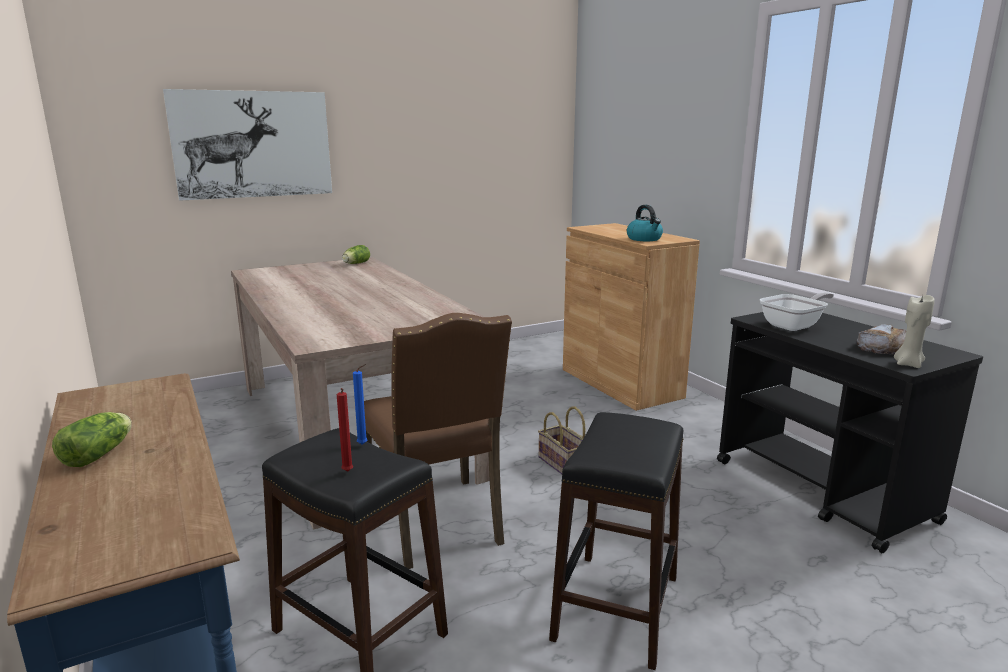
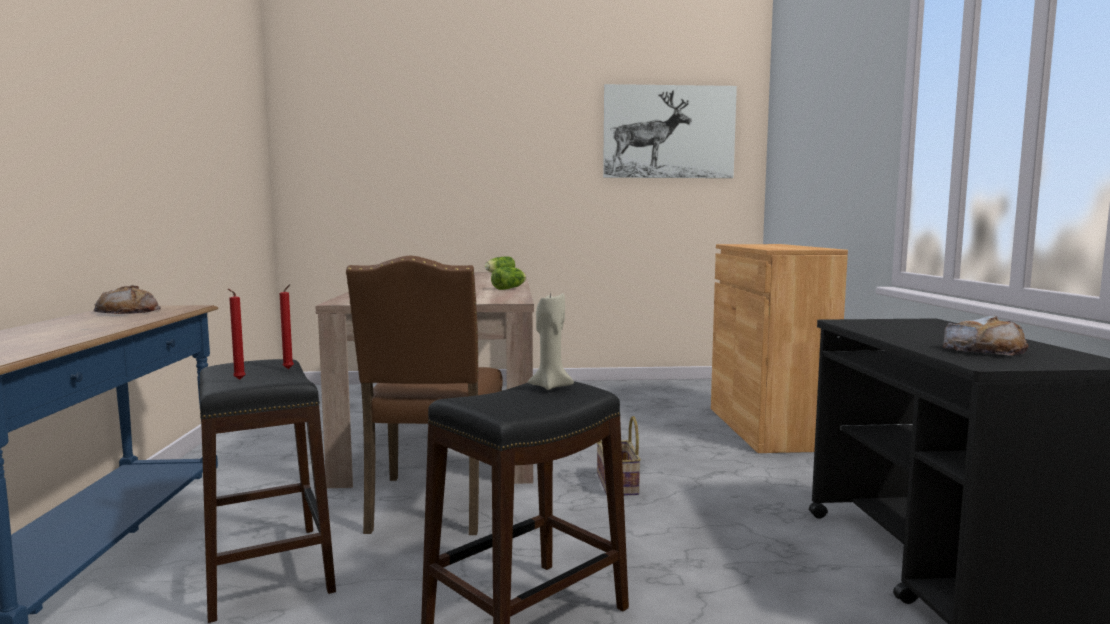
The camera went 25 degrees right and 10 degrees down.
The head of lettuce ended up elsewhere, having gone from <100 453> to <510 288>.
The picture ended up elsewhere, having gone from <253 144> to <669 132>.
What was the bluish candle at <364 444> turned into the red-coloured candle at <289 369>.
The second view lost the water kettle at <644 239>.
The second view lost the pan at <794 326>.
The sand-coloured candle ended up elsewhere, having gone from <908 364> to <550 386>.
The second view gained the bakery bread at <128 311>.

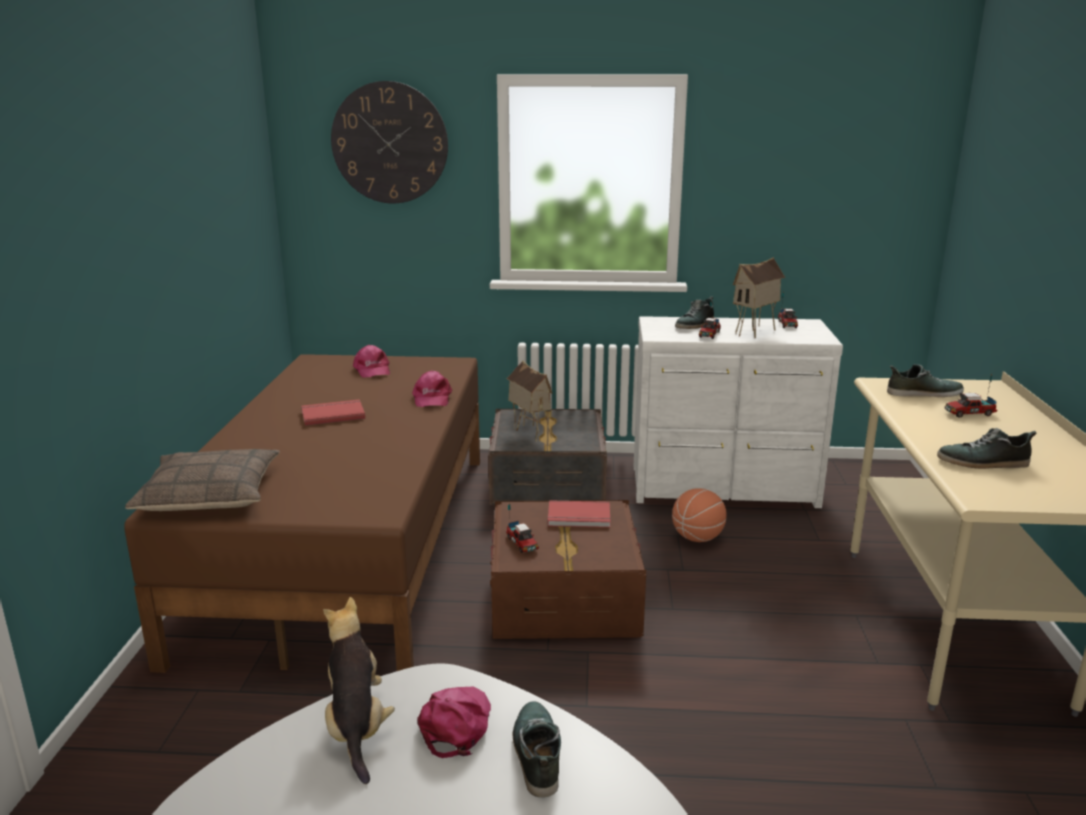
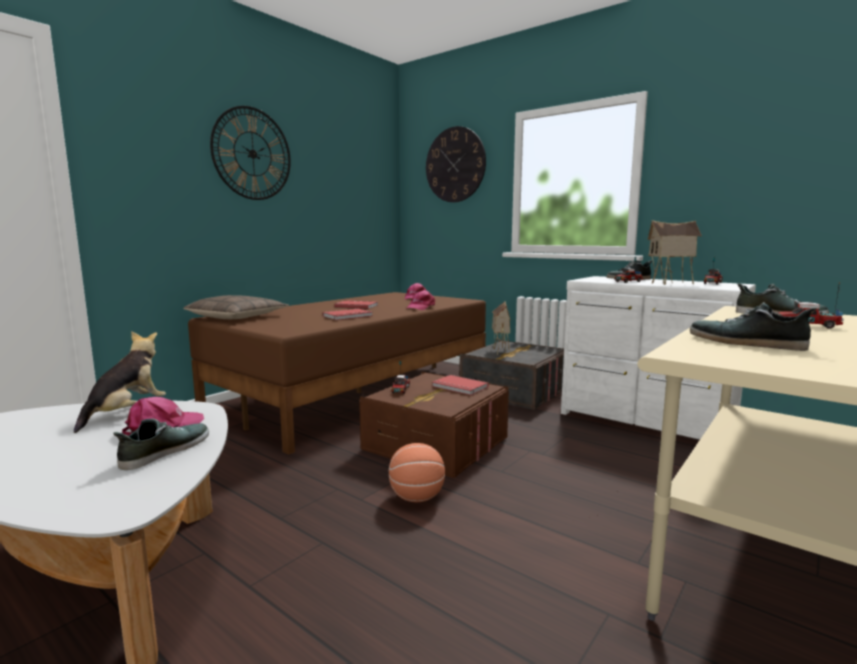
The camera went 35 degrees right and 10 degrees down.
The basketball ball ended up elsewhere, having gone from <697 538> to <416 497>.
The second view gained the wall clock at <252 154>.
The second view gained the red-coloured bound book at <348 316>.

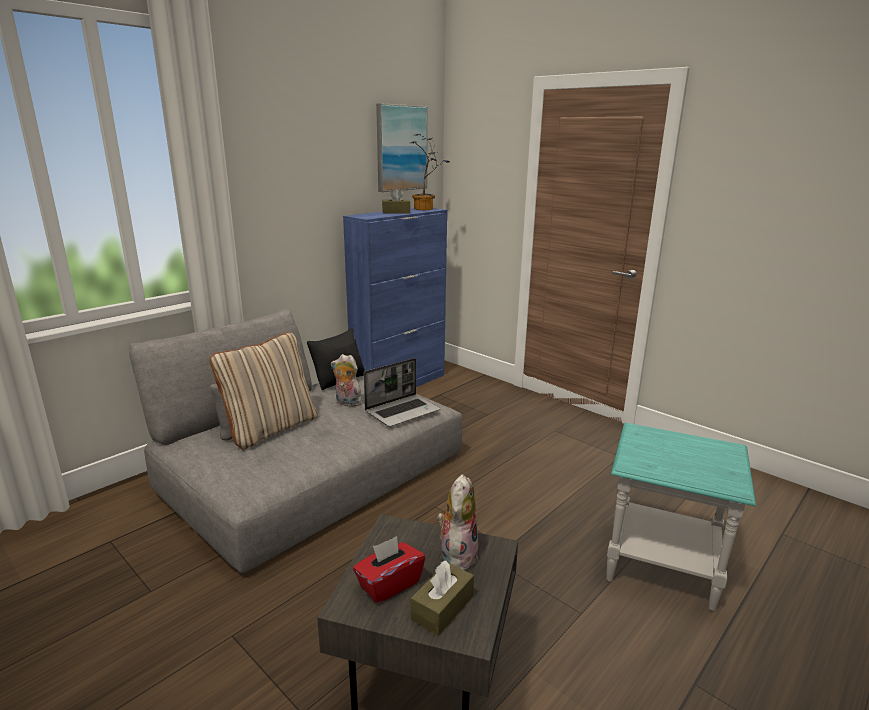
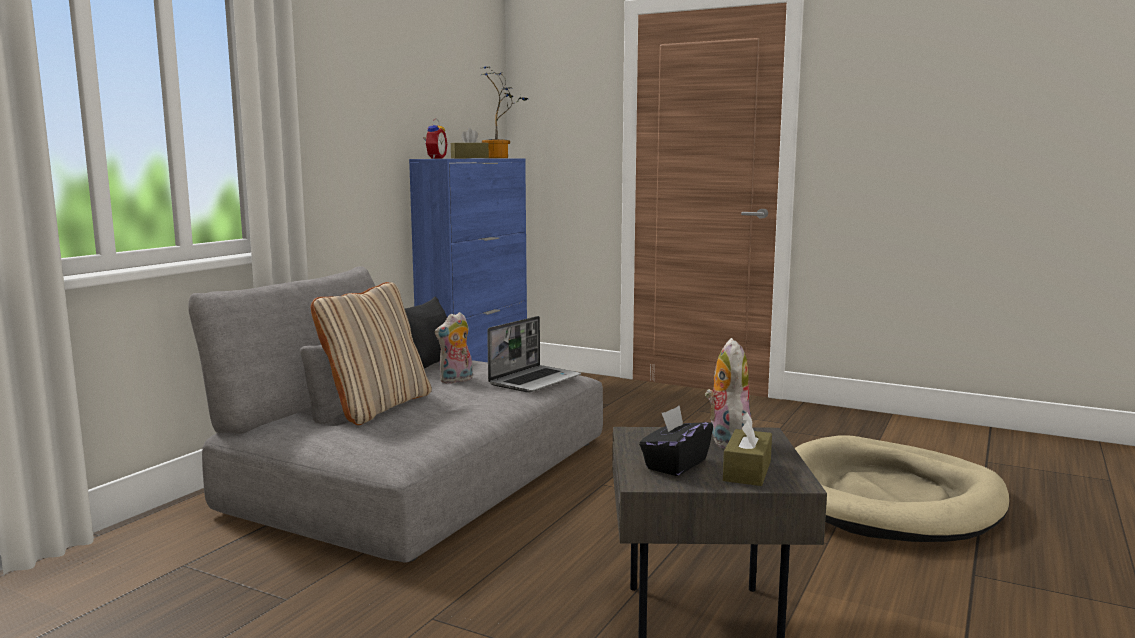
The camera went 15 degrees left and 10 degrees down.
The cuddly toy at <347 403> ended up facing another way, 45 degrees counterclockwise from before.
What was the red-coloured tissue holder at <389 584> turned into the black tissue holder at <675 464>.
The second view lost the picture at <401 148>.
Where the blue-green end table stood at <663 566>, the sand-coloured dog cushion came to stand at <886 499>.
The second view gained the bedside clock at <435 158>.

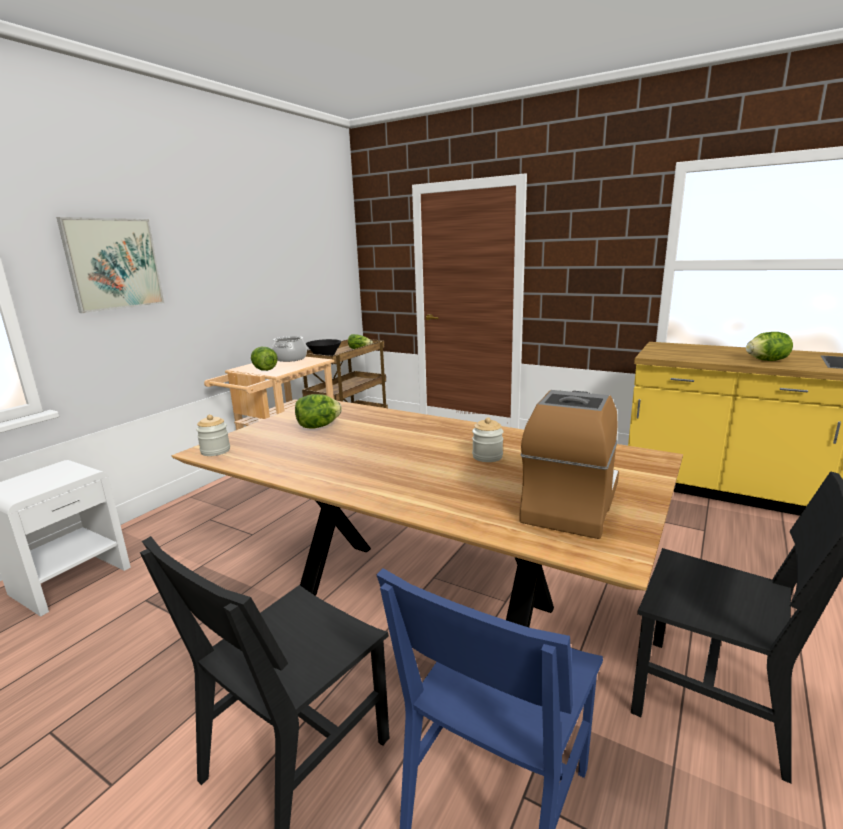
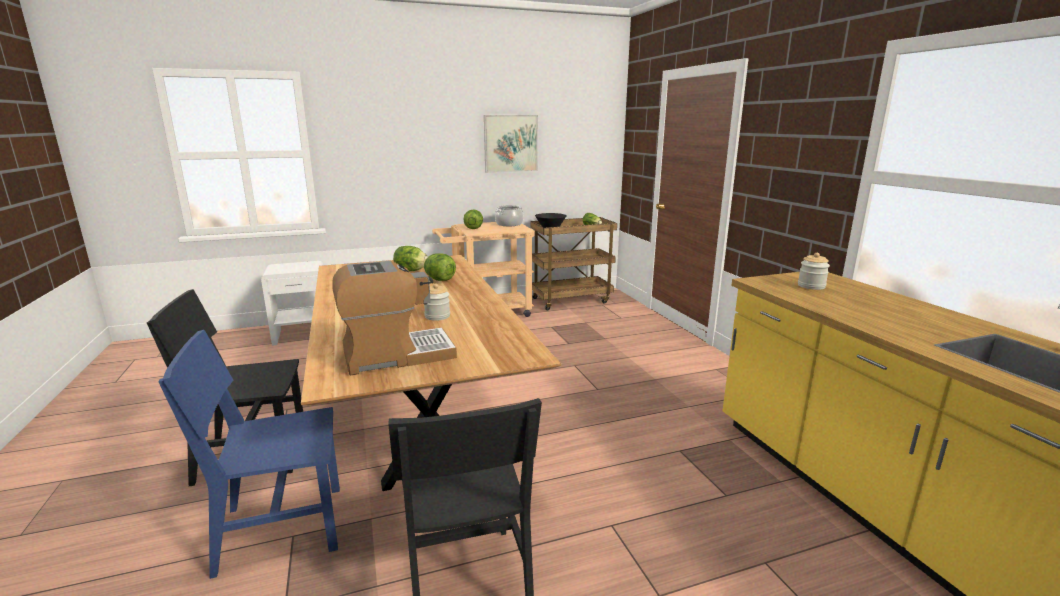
The camera went 40 degrees right and 0 degrees up.
The picture ended up elsewhere, having gone from <114 264> to <511 143>.
The jar ended up elsewhere, having gone from <215 451> to <811 286>.
The head of lettuce ended up elsewhere, having gone from <766 360> to <439 279>.

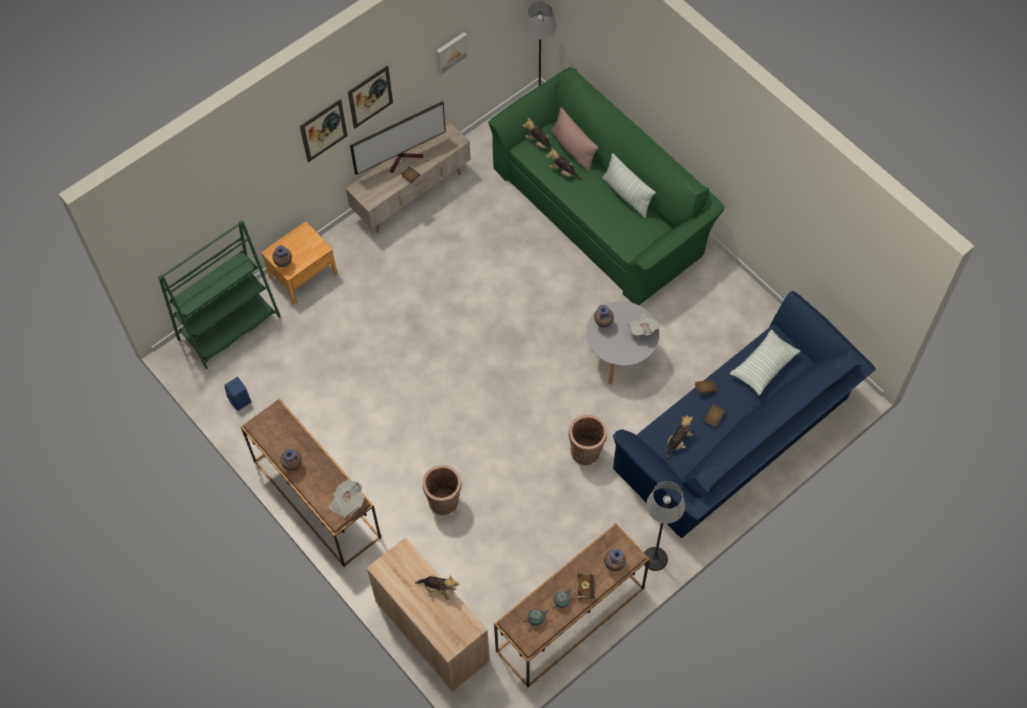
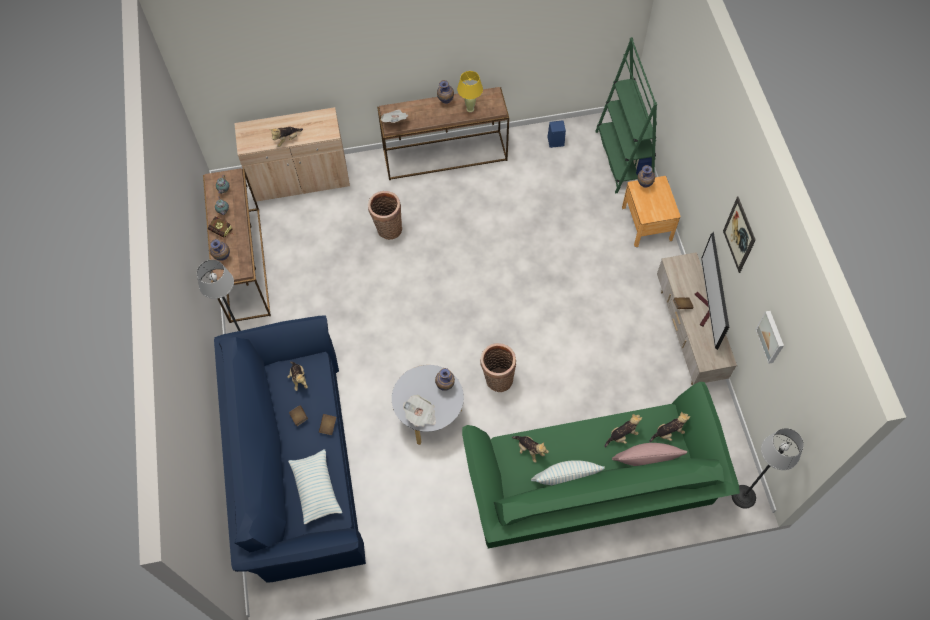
The camera went 120 degrees right and 0 degrees up.
The second view lost the picture at <323 130>.
The basket ended up elsewhere, having gone from <586 453> to <497 379>.
The second view gained the yellow-coloured lamp for a table at <470 109>.
The second view gained the cuddly toy at <529 450>.

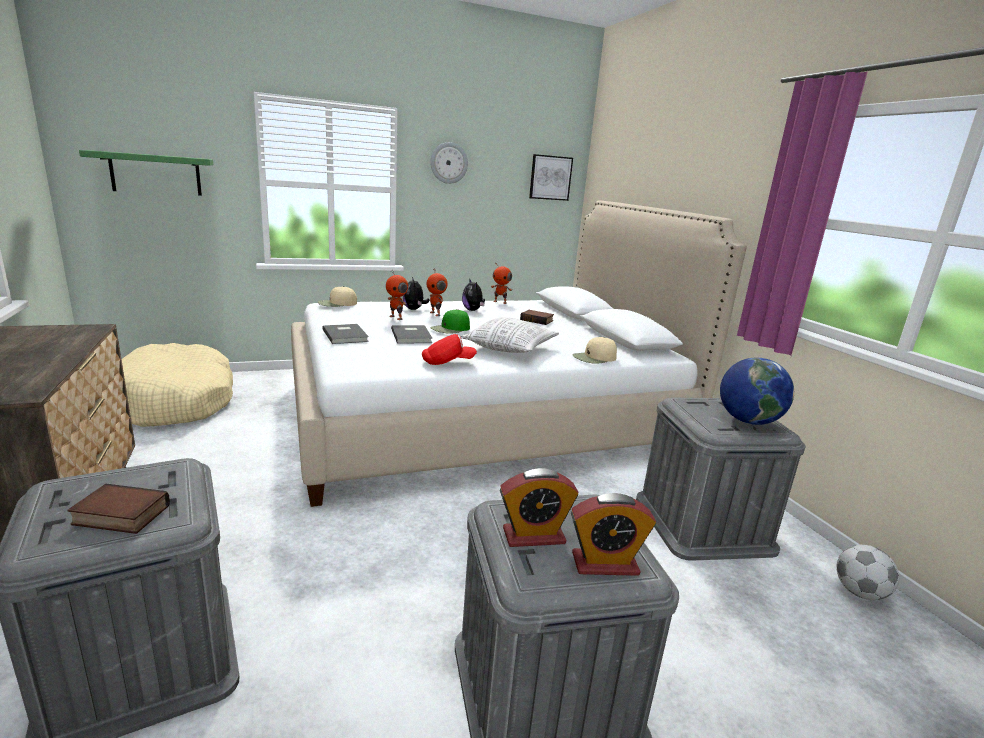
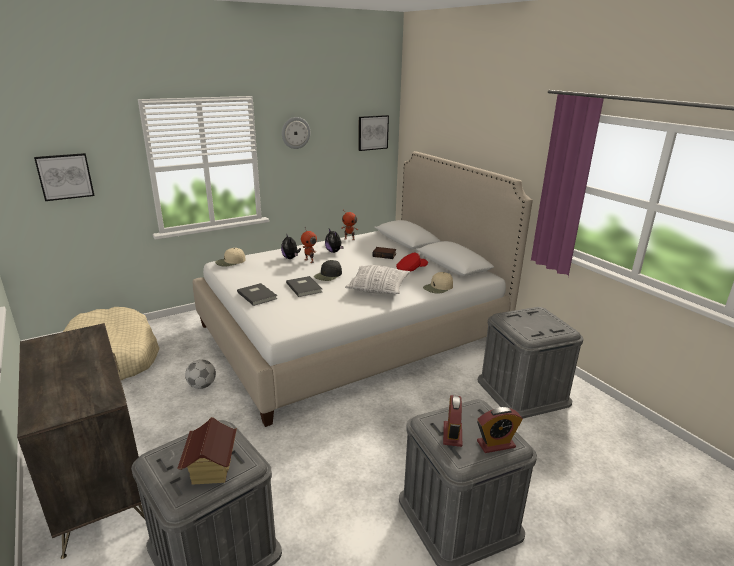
The camera went 10 degrees left and 5 degrees up.
Where the bound book stood at <119 516>, the miniature house came to stand at <211 469>.
Where the green-coloured shelf hung at <156 174>, the picture came to hang at <65 176>.
The second view lost the model robot at <396 317>.
The red-coloured baseball cap ended up elsewhere, having gone from <447 362> to <411 270>.
What was the green-coloured baseball cap at <450 329> turned into the black baseball cap at <328 275>.
The bedside clock at <533 536> ended up facing another way, 120 degrees clockwise from before.
The second view lost the globe at <748 421>.
The football ball ended up elsewhere, having gone from <859 592> to <202 385>.

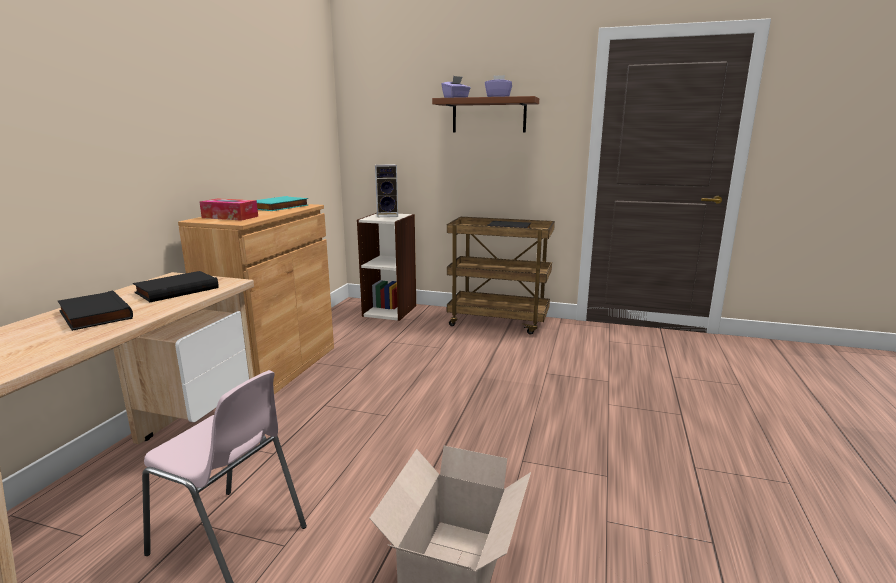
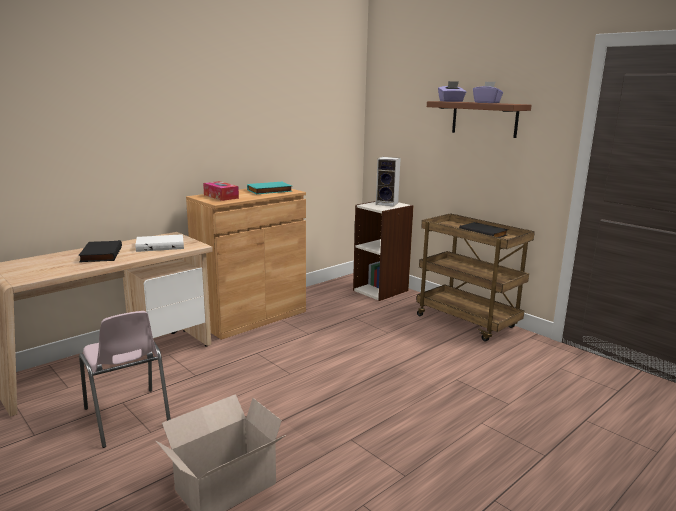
The camera went 30 degrees right and 0 degrees up.
What was the black bound book at <177 290> turned into the whitish bound book at <160 246>.

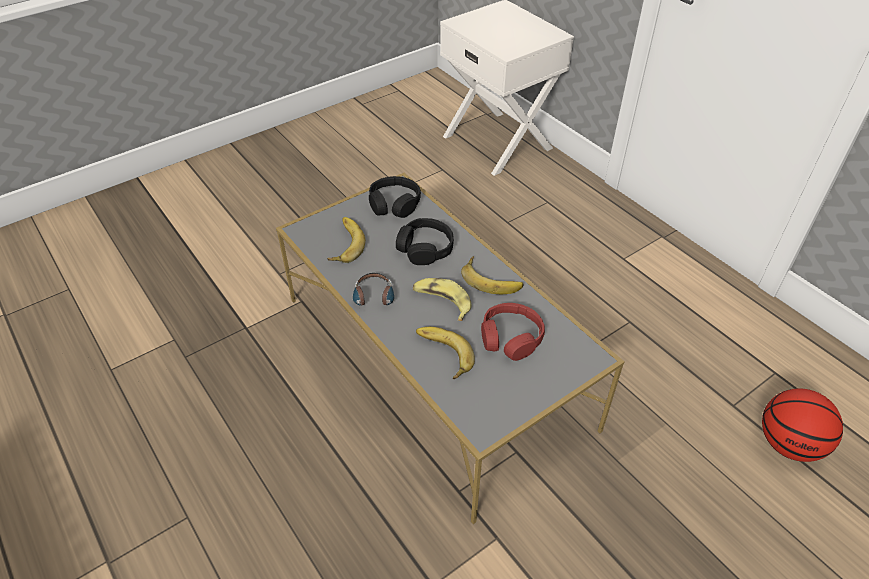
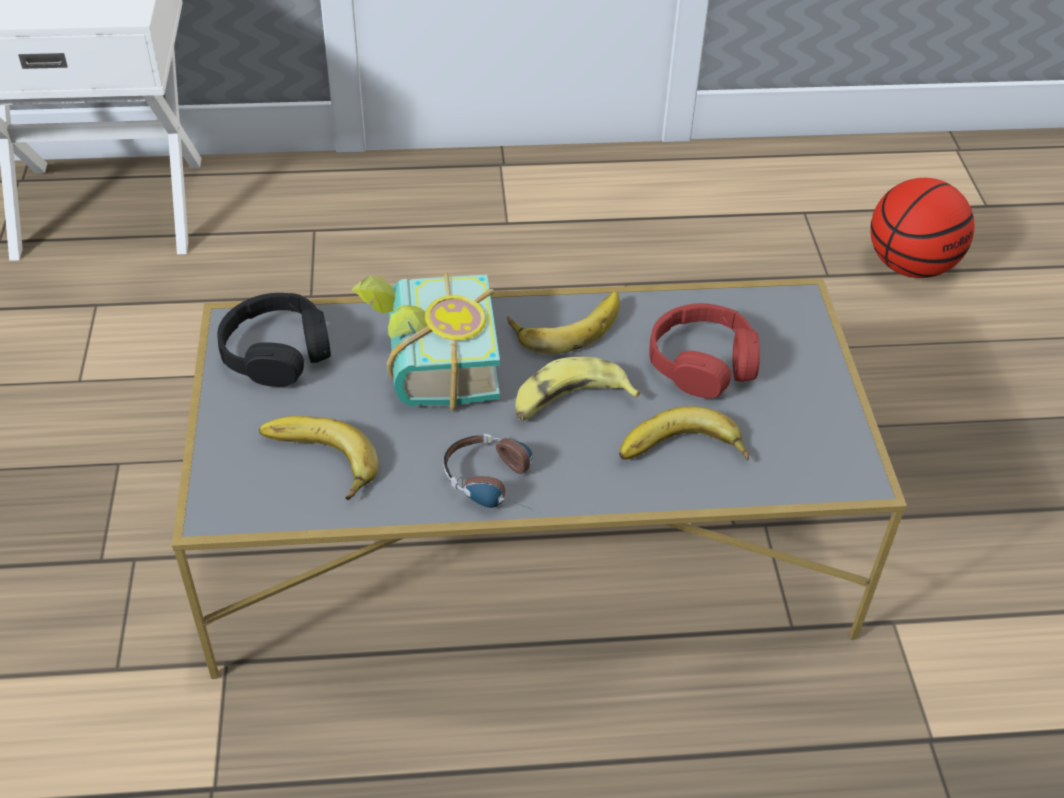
The camera went 60 degrees left and 0 degrees up.
Where the black pair of headphones stood at <425 248>, the bound book came to stand at <428 365>.

